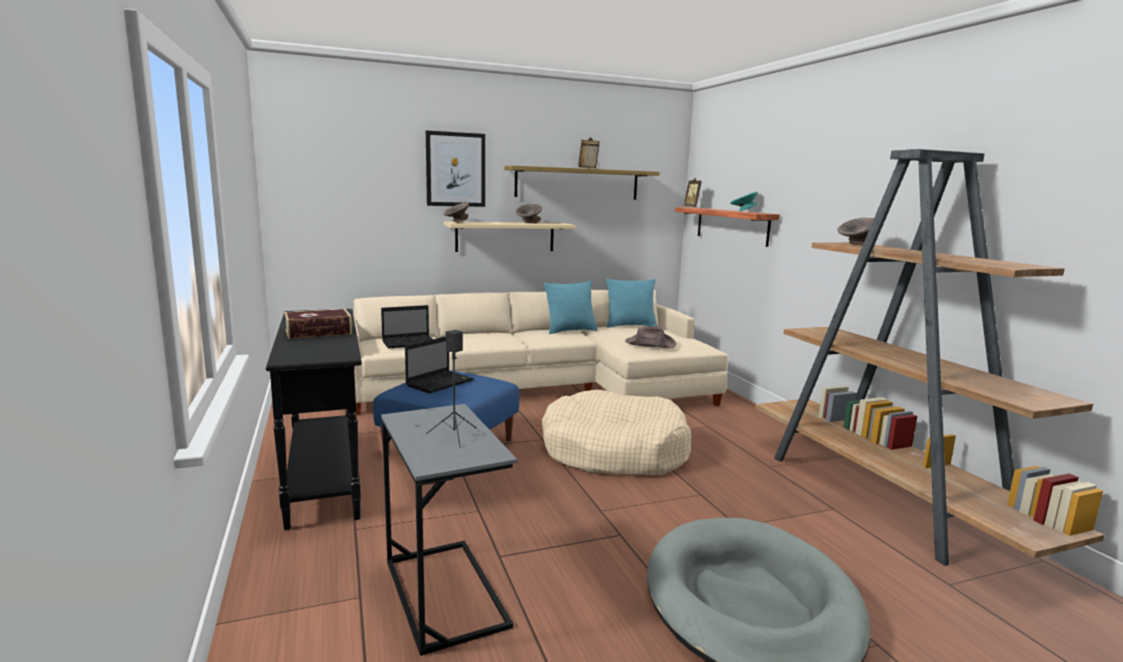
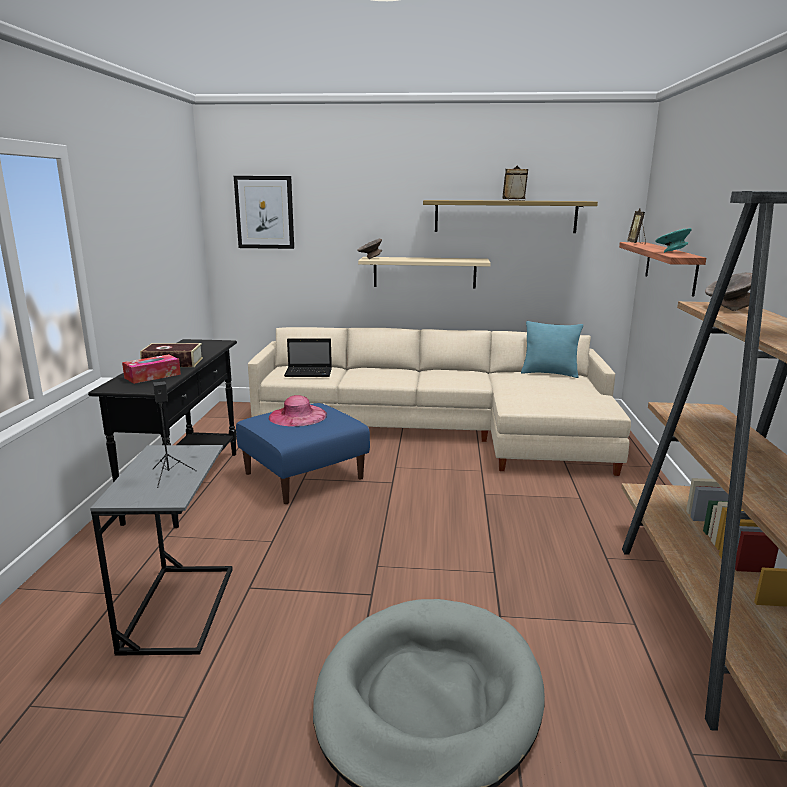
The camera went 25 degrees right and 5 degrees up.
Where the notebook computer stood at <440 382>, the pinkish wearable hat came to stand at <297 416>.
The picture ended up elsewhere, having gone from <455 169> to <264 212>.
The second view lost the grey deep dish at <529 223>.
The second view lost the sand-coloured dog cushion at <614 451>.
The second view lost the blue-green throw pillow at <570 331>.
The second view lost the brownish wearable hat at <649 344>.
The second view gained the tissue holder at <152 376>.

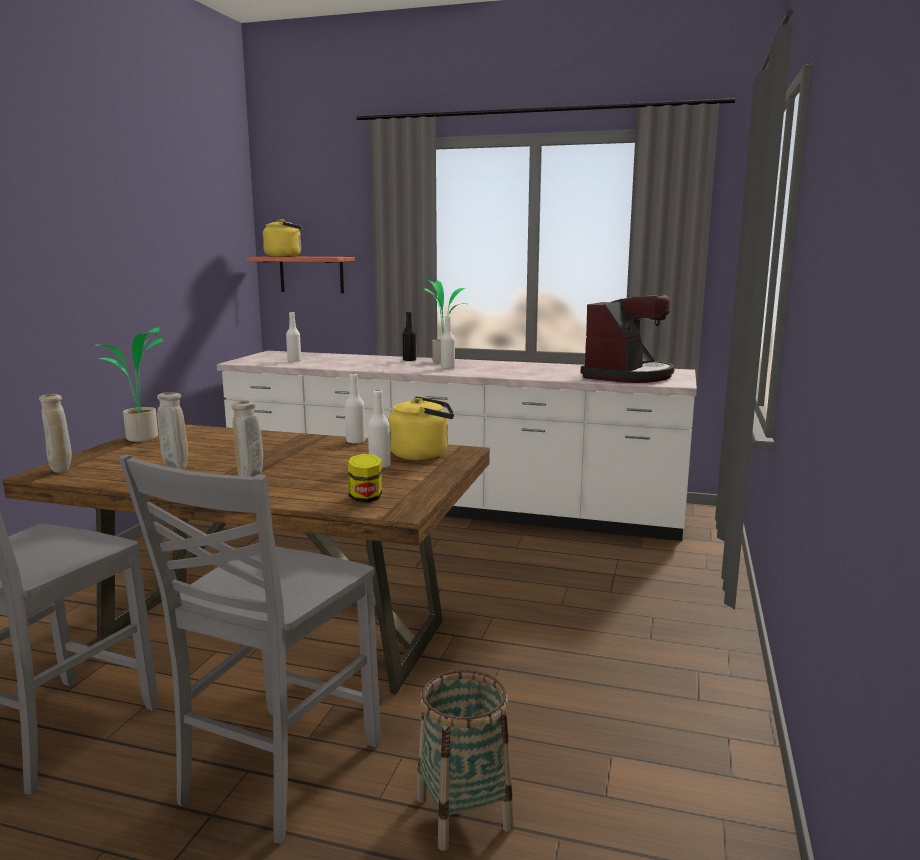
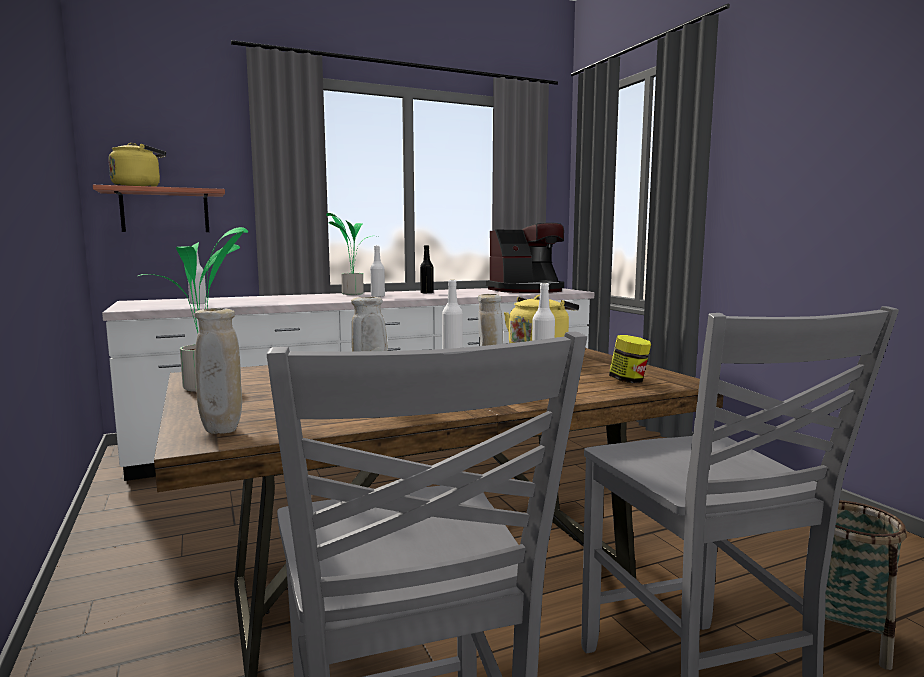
The camera went 40 degrees left and 5 degrees down.
The black drink bottle ended up elsewhere, having gone from <409 360> to <427 293>.
The coffee maker at <628 376> ended up facing another way, 75 degrees clockwise from before.

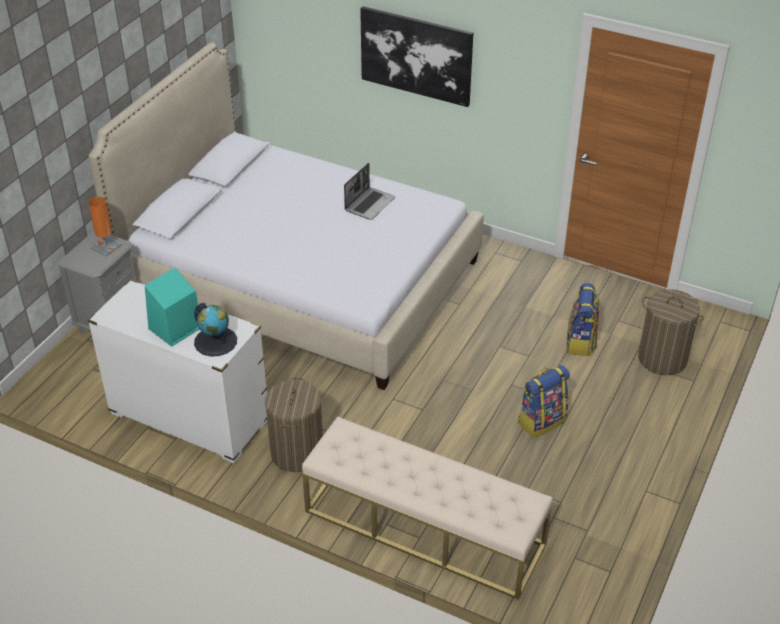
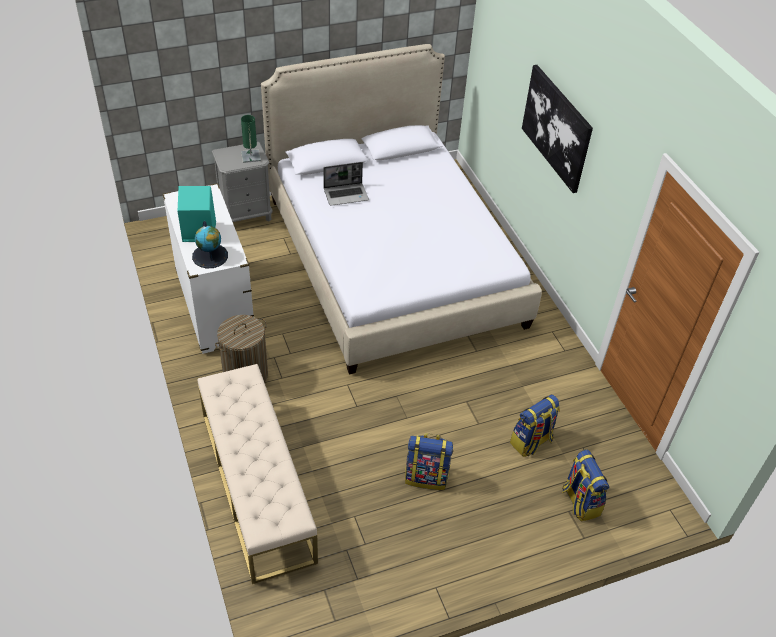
The camera went 40 degrees right and 5 degrees up.
What was the orangey lamp for a table at <106 246> turned into the green-coloured lamp for a table at <250 156>.
The notebook computer ended up elsewhere, having gone from <369 204> to <346 194>.
Where the hamper stood at <662 359>, the backpack came to stand at <580 502>.

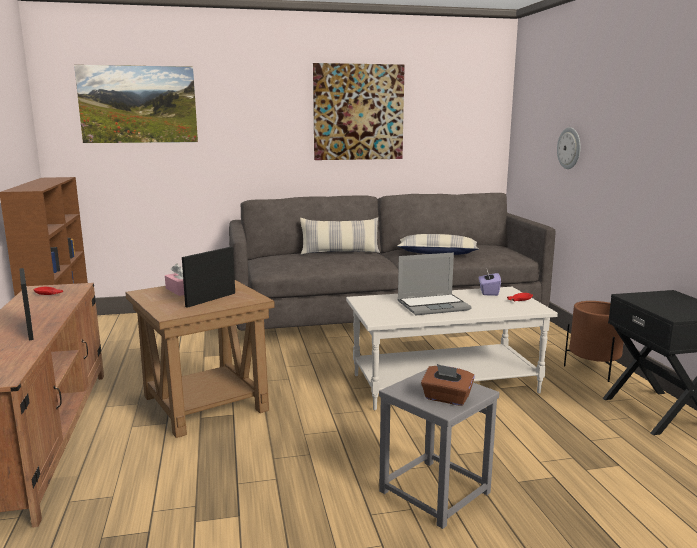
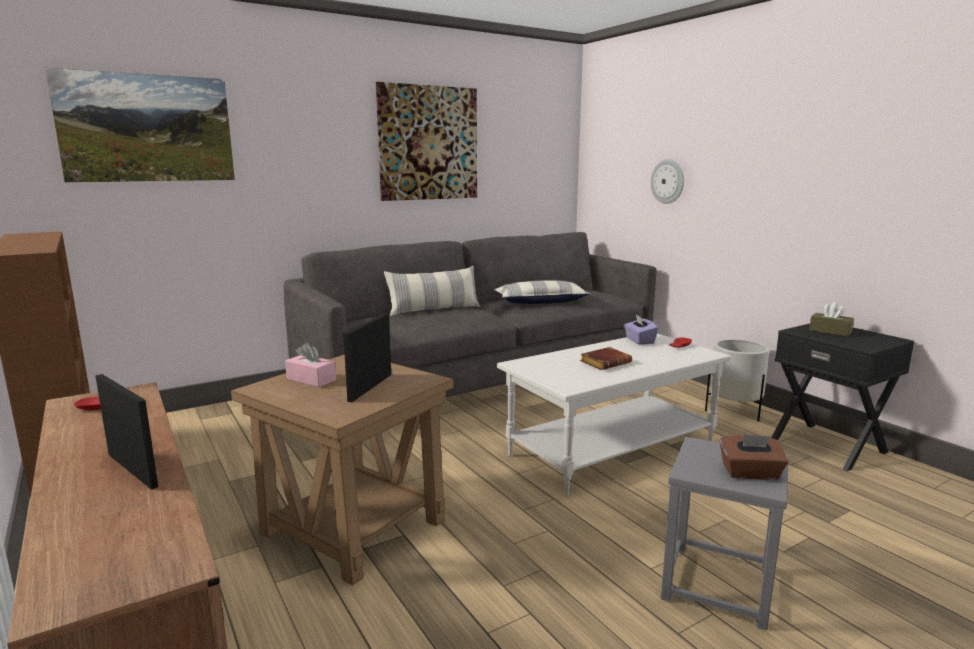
The camera went 20 degrees left and 0 degrees up.
Where the notebook computer stood at <433 305>, the brownish bound book came to stand at <605 362>.
What was the brownish plant pot at <593 370> turned into the whitish plant pot at <734 411>.
The second view gained the brownish tissue holder at <830 331>.

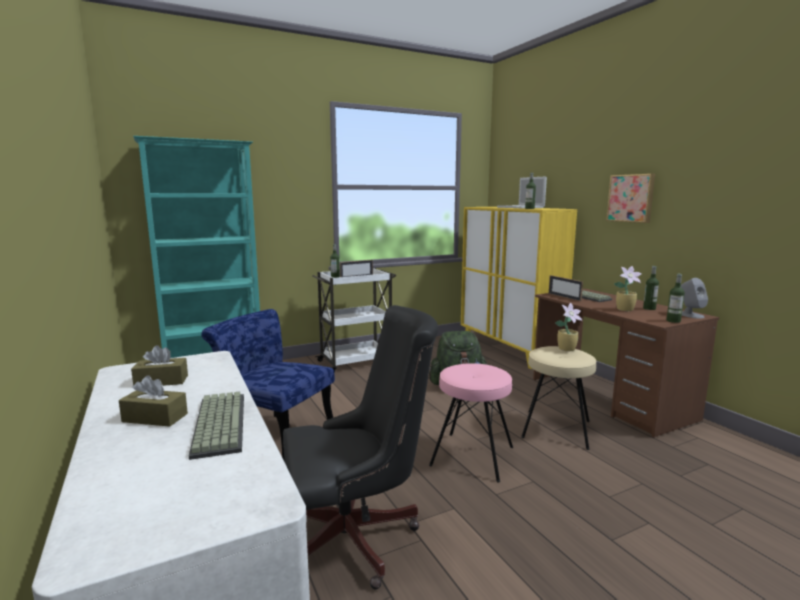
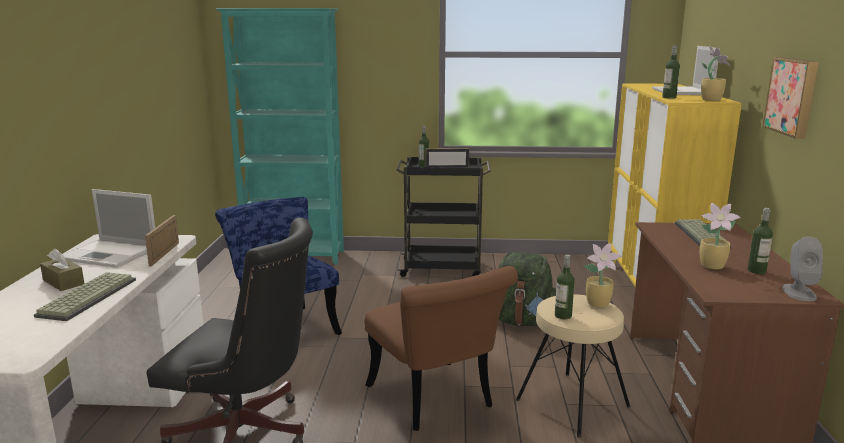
The camera went 30 degrees right and 5 degrees up.
Where the brownish tissue holder stood at <161 381>, the notebook computer came to stand at <110 254>.
What was the whitish wheeled cart at <356 362> turned into the black wheeled cart at <442 268>.
Where the pinkish sitting stool stood at <472 456>, the brownish chair came to stand at <435 401>.
The photo frame ended up elsewhere, having gone from <564 297> to <164 254>.
The drink bottle ended up elsewhere, having gone from <673 321> to <563 316>.
The second view gained the plant in a pot at <711 100>.

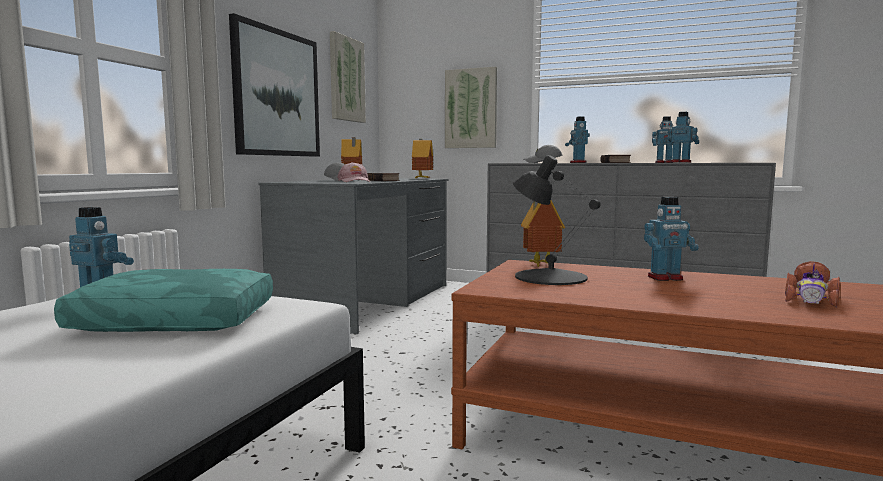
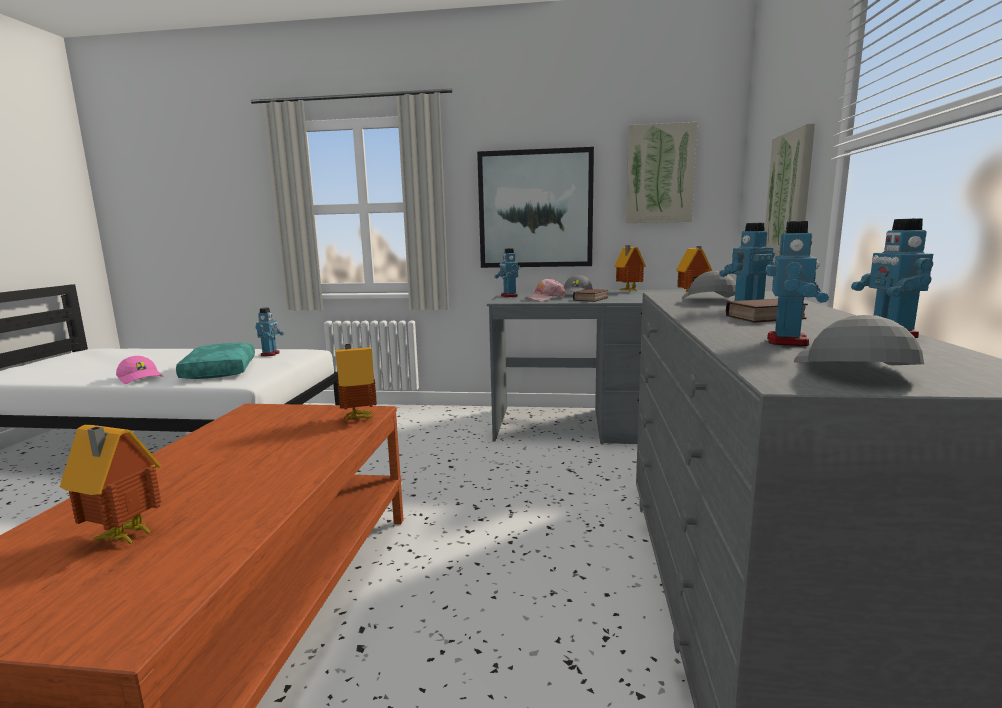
The camera went 75 degrees right and 5 degrees up.
The second view lost the black lamp for a table at <549 277>.
The model robot ended up elsewhere, having gone from <665 278> to <509 296>.
Where the miniature car stood at <810 299>, the miniature house came to stand at <122 538>.
The second view gained the pinkish baseball cap at <141 378>.
The second view gained the grey baseball cap at <850 370>.

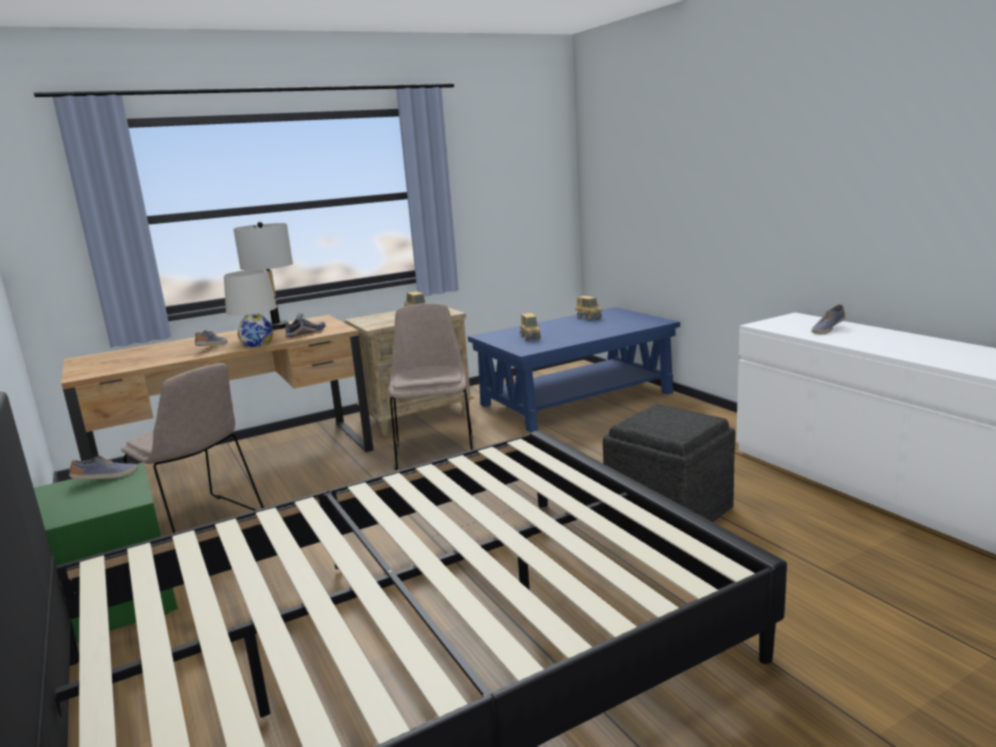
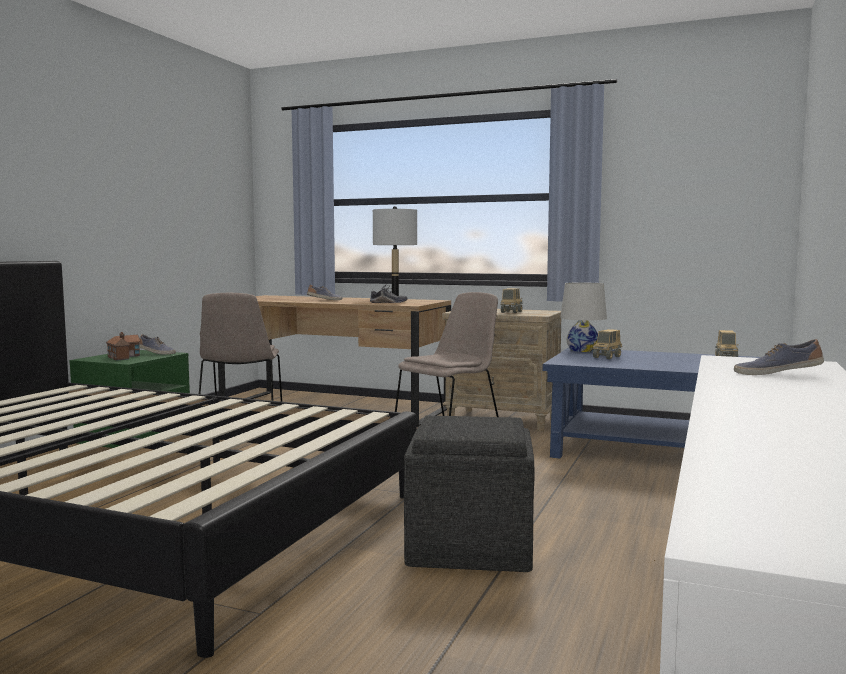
The camera went 50 degrees right and 10 degrees down.
The whitish lamp for a table ended up elsewhere, having gone from <257 343> to <582 350>.
The second view gained the miniature house at <124 357>.

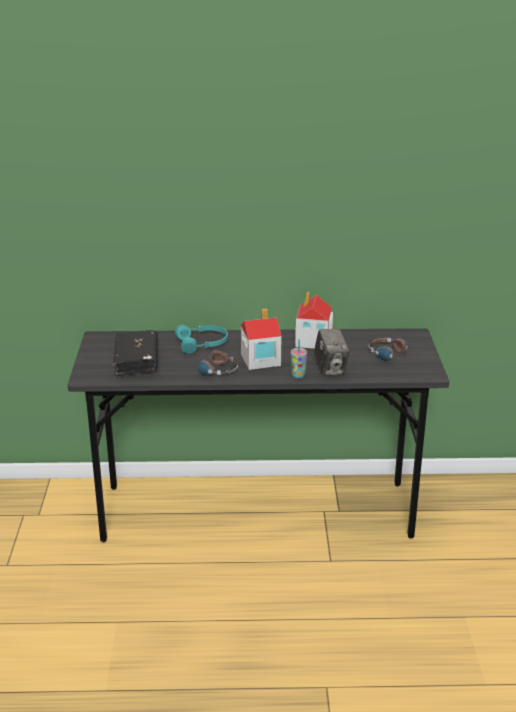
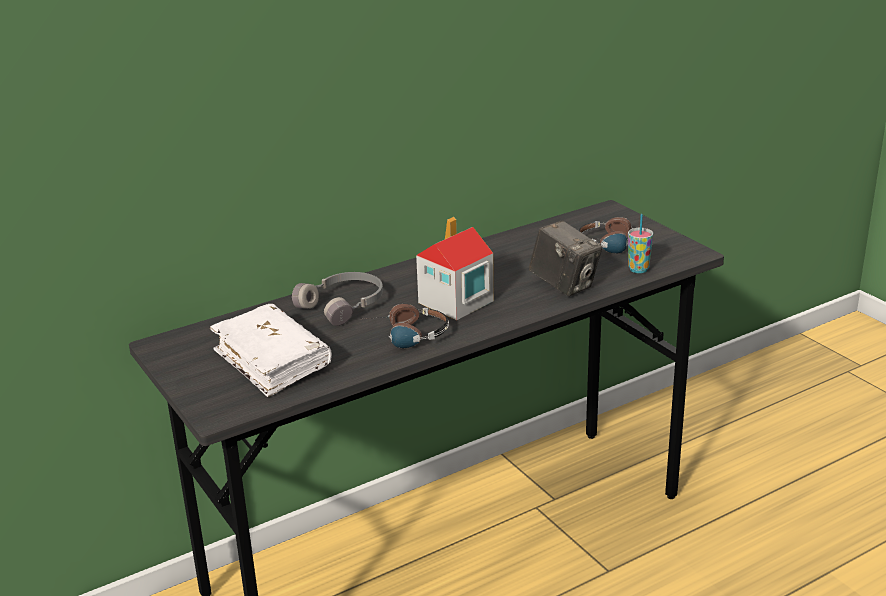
The camera went 30 degrees left and 0 degrees up.
What was the black bound book at <136 361> turned into the whitish bound book at <272 361>.
What was the blue-green pair of headphones at <203 344> turned into the grey pair of headphones at <344 305>.
The small cup ended up elsewhere, having gone from <298 375> to <638 269>.
The second view lost the miniature house at <313 341>.

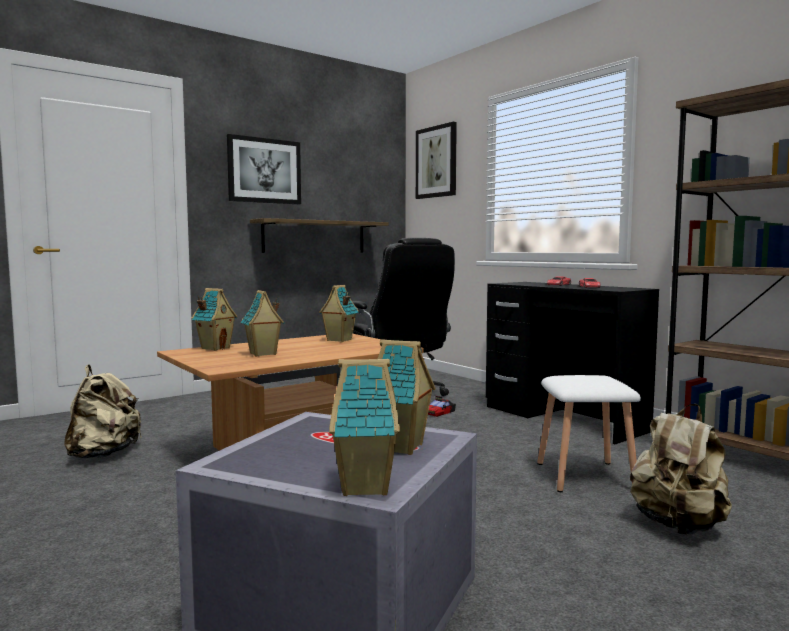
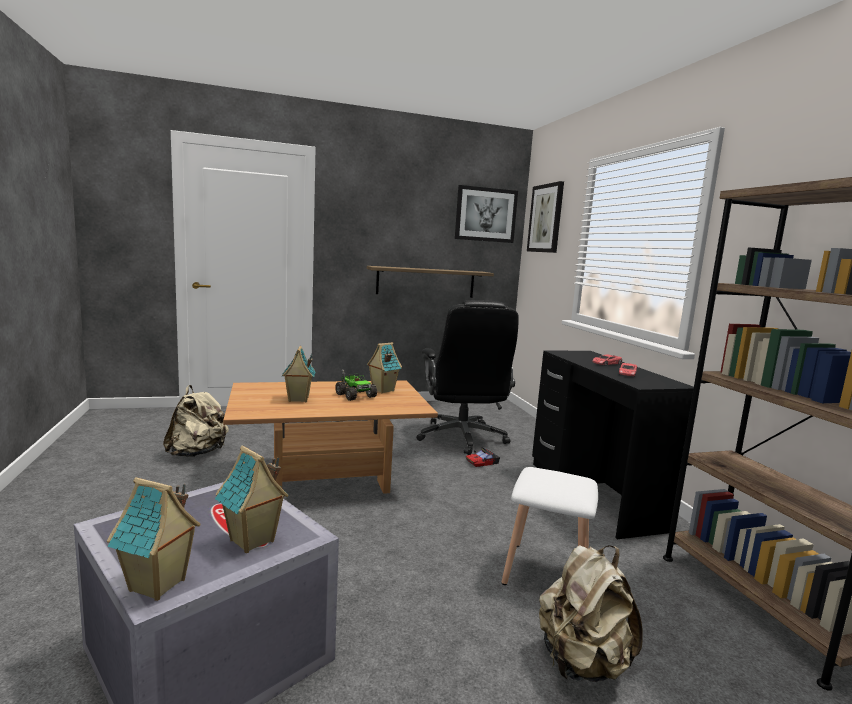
The camera went 20 degrees right and 5 degrees up.
The second view lost the miniature house at <215 348>.
The picture ended up elsewhere, having gone from <264 171> to <485 214>.
The second view gained the toy truck at <355 395>.

